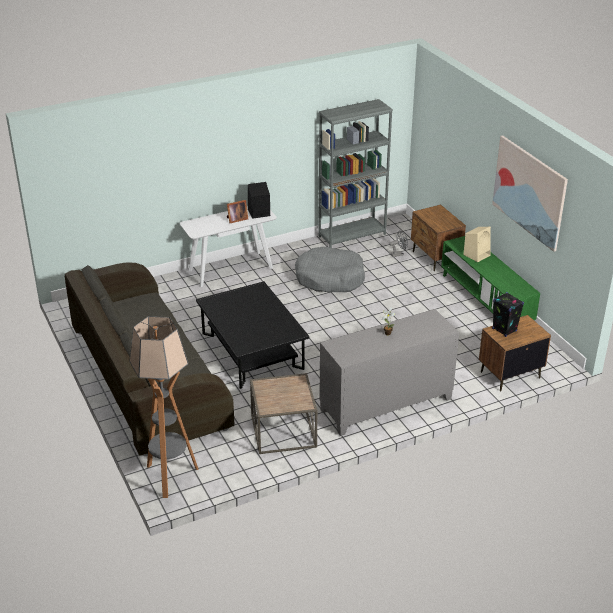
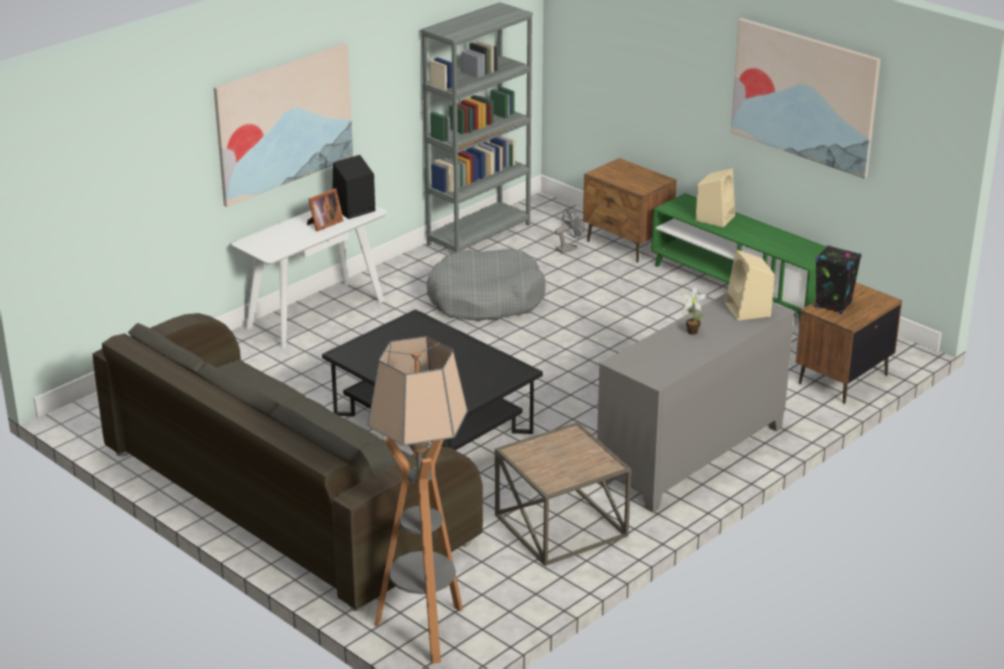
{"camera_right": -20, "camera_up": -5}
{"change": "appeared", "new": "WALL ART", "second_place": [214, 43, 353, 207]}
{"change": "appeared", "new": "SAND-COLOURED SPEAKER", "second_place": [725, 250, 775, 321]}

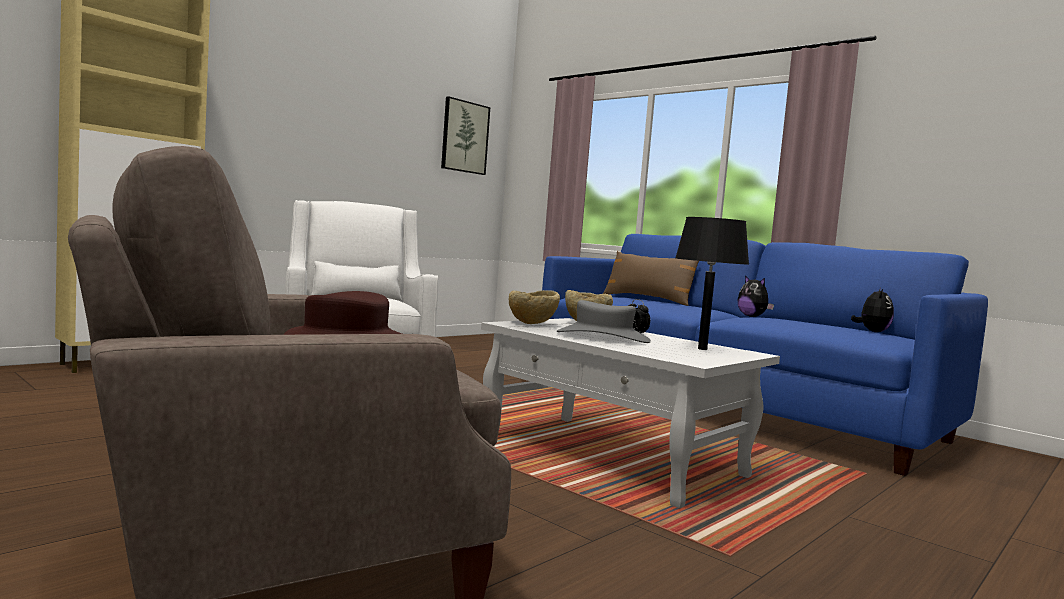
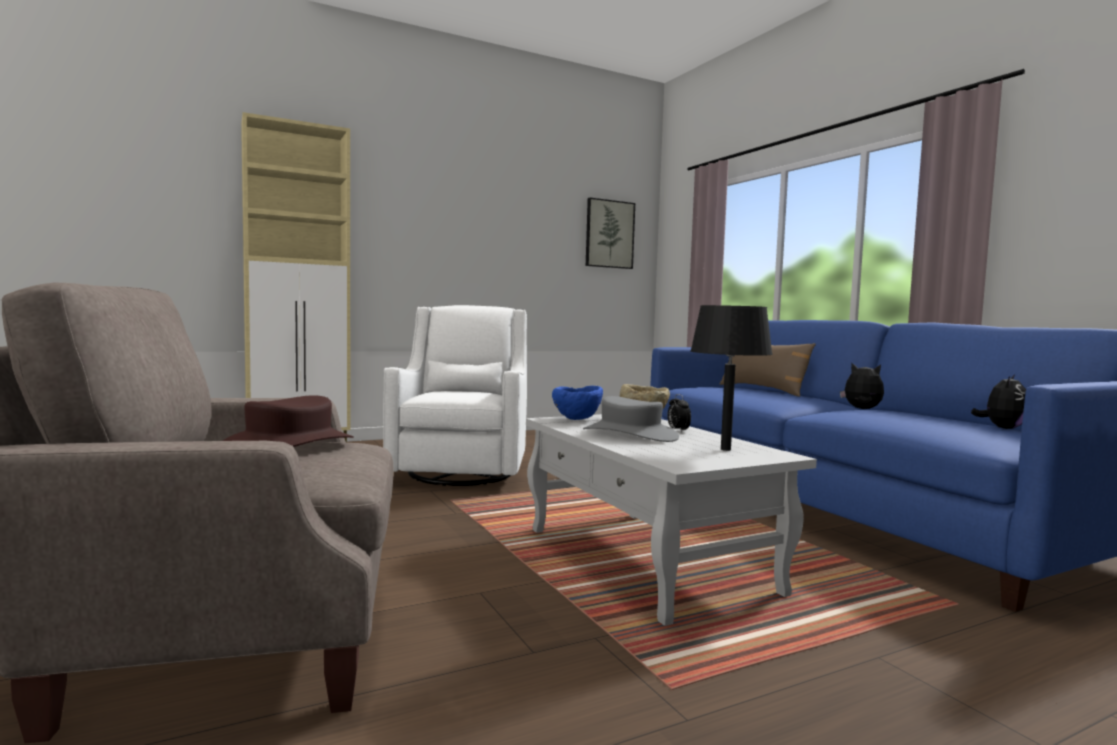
{"camera_right": 20, "camera_up": 0}
{"change": "spun", "old": "SOFT TOY", "first_place": [738, 275, 774, 317], "second_place": [840, 363, 884, 409], "degrees": 135}
{"change": "colour", "old": "SAND-COLOURED SERVING BOWL", "new": "BLUE SERVING BOWL", "first_place": [509, 290, 560, 324], "second_place": [552, 386, 603, 420]}

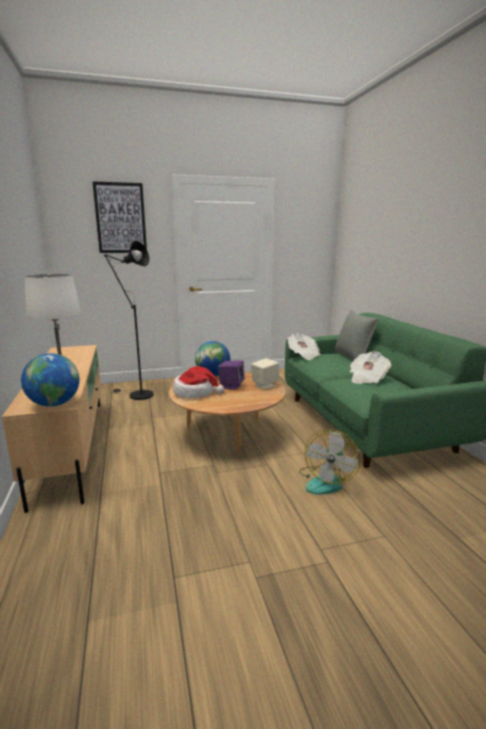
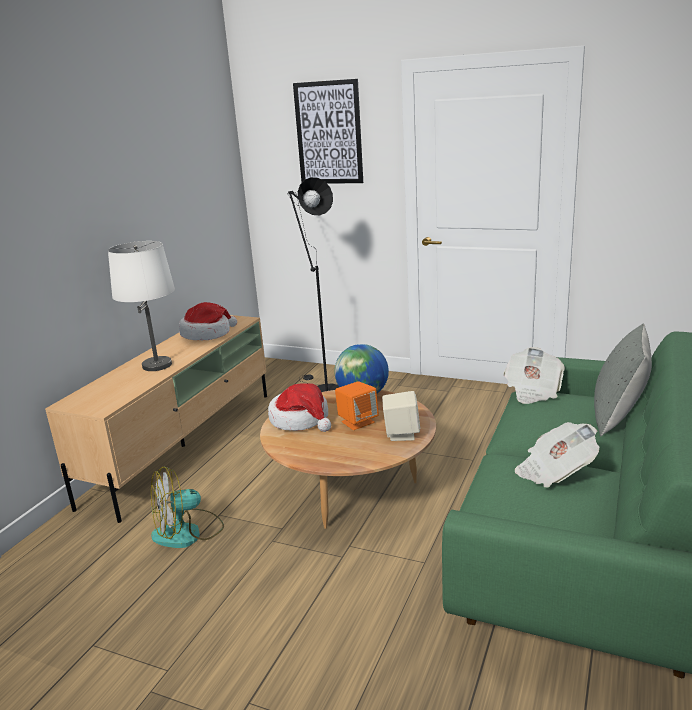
{"camera_right": 40, "camera_up": 5}
{"change": "missing", "old": "WORLD GLOBE", "first_place": [21, 353, 80, 407]}
{"change": "colour", "old": "PURPLE SPEAKER", "new": "ORANGEY SPEAKER", "first_place": [218, 361, 245, 390], "second_place": [335, 381, 379, 430]}
{"change": "relocated", "old": "ELECTRIC FAN", "first_place": [299, 429, 360, 495], "second_place": [151, 467, 224, 548]}
{"change": "appeared", "new": "WEARABLE HAT", "second_place": [179, 302, 237, 340]}

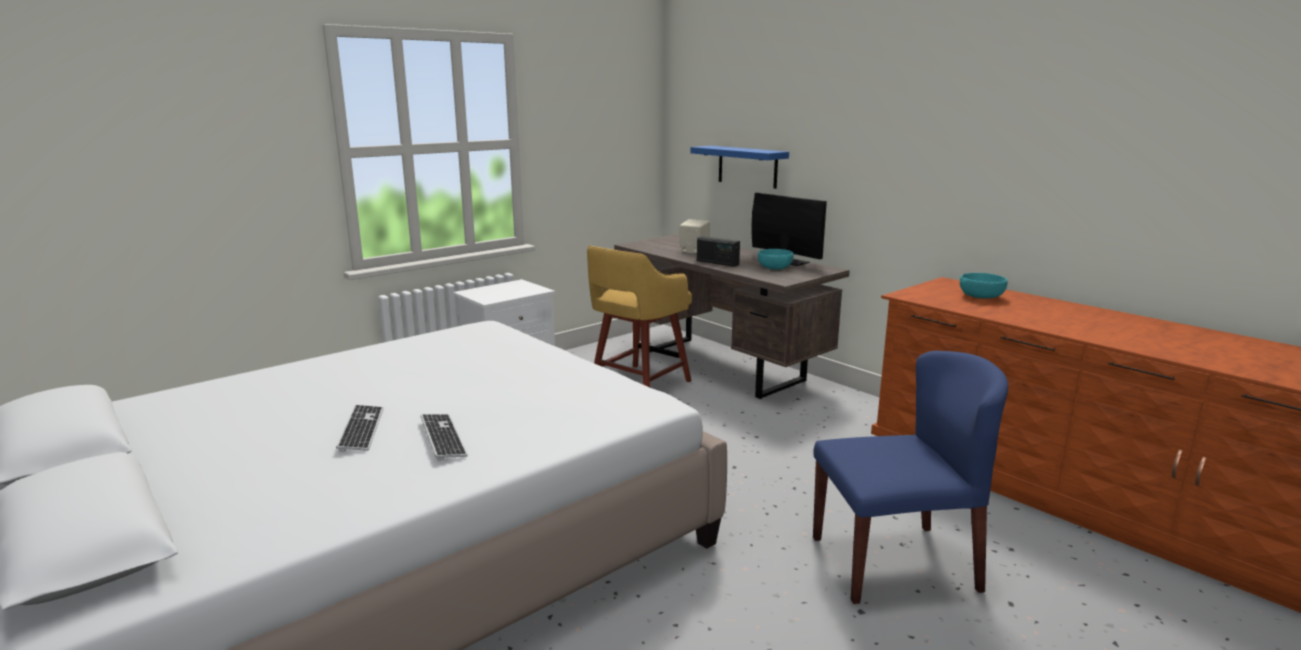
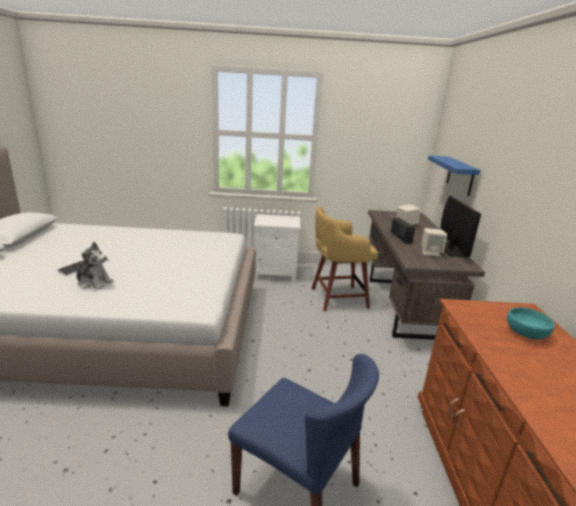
{"camera_right": 40, "camera_up": 5}
{"change": "exchanged", "old": "BLUE-GREEN SERVING BOWL", "new": "SAND-COLOURED SPEAKER", "first_place": [758, 249, 794, 270], "second_place": [421, 228, 447, 257]}
{"change": "exchanged", "old": "KEYBOARD", "new": "SOFT TOY", "first_place": [420, 414, 468, 460], "second_place": [73, 242, 113, 289]}

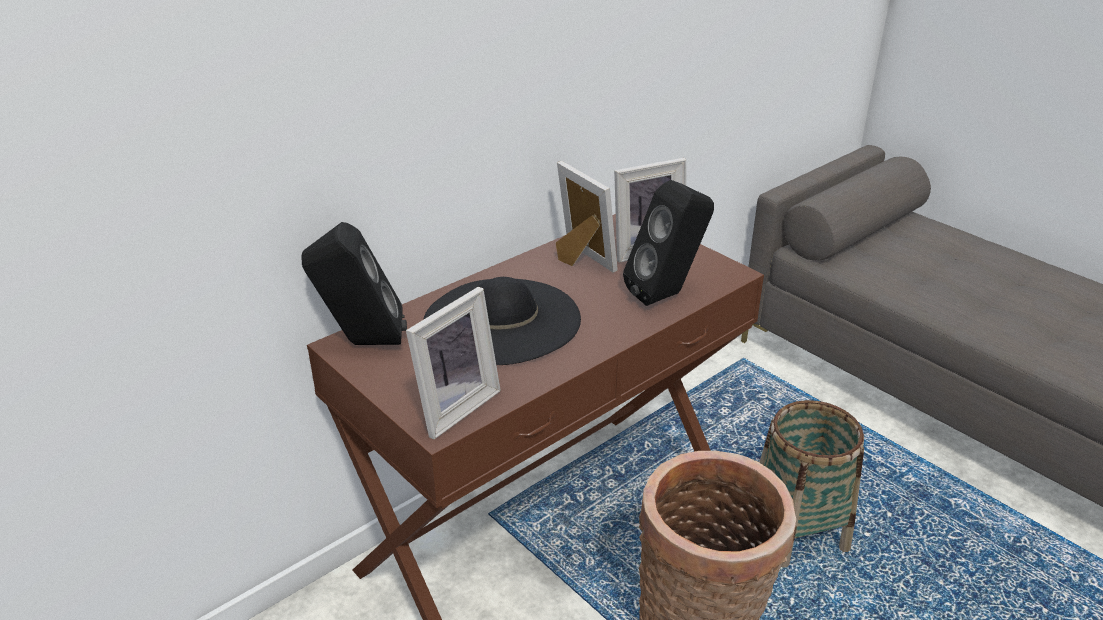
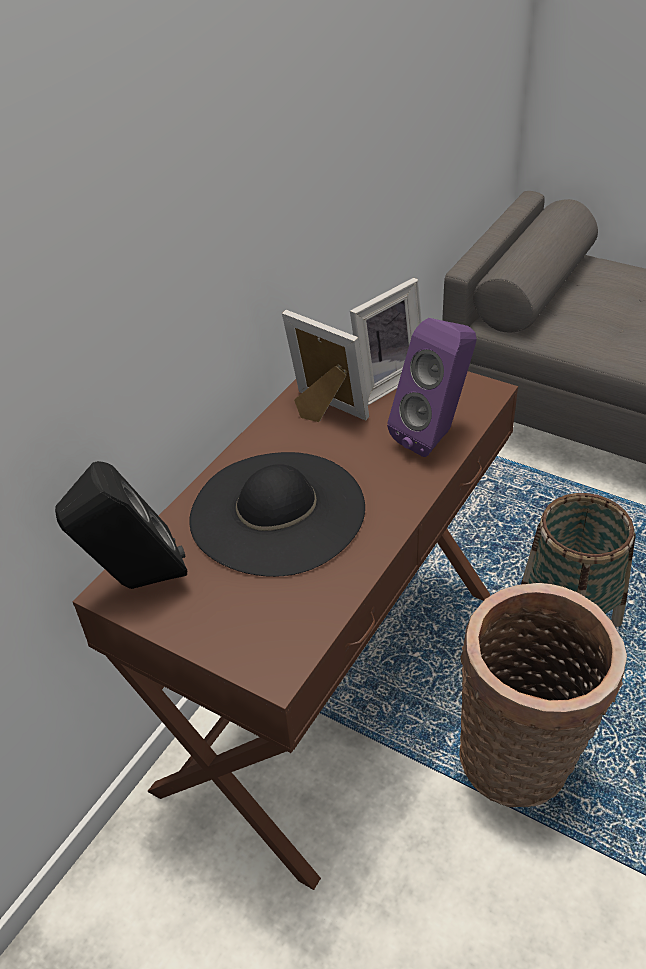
{"camera_right": -15, "camera_up": 10}
{"change": "colour", "old": "BLACK SPEAKER", "new": "PURPLE SPEAKER", "first_place": [623, 180, 714, 306], "second_place": [387, 318, 477, 457]}
{"change": "missing", "old": "STANDING FRAME", "first_place": [406, 287, 501, 439]}

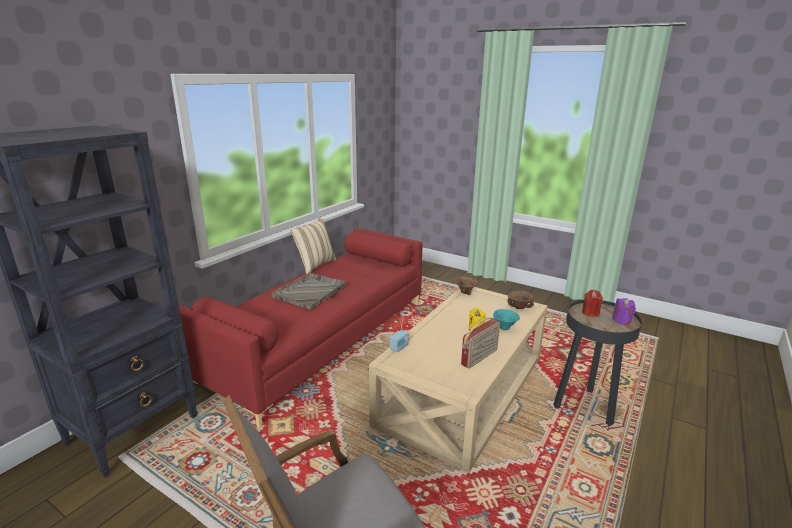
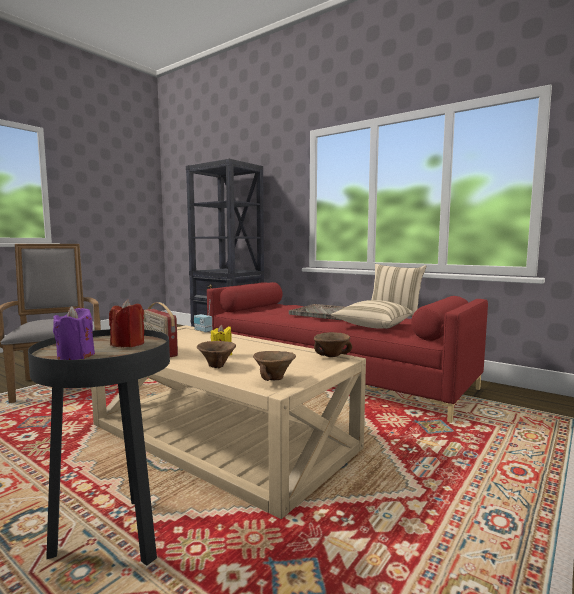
{"camera_right": 95, "camera_up": -15}
{"change": "colour", "old": "BLUE-GREEN SERVING BOWL", "new": "BROWNISH SERVING BOWL", "first_place": [493, 309, 520, 330], "second_place": [197, 341, 236, 368]}
{"change": "appeared", "new": "SAND-COLOURED CUSHION", "second_place": [331, 300, 413, 329]}

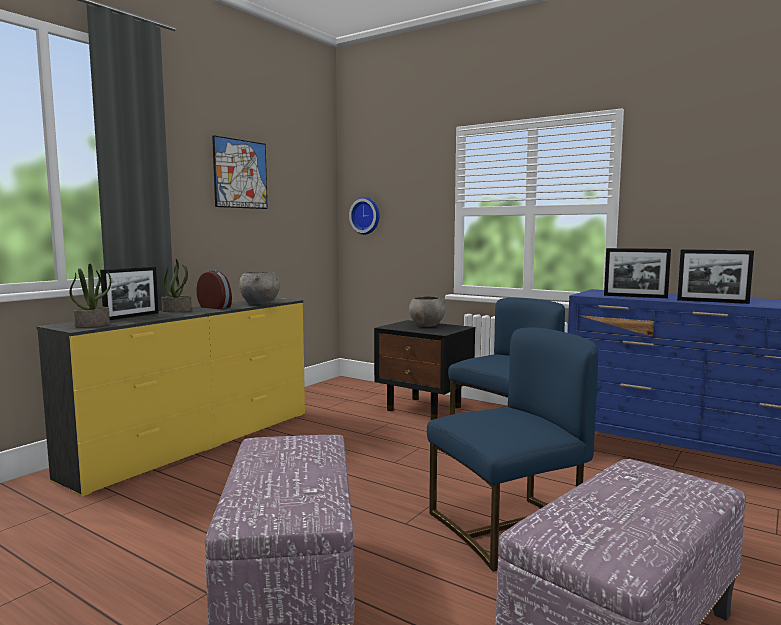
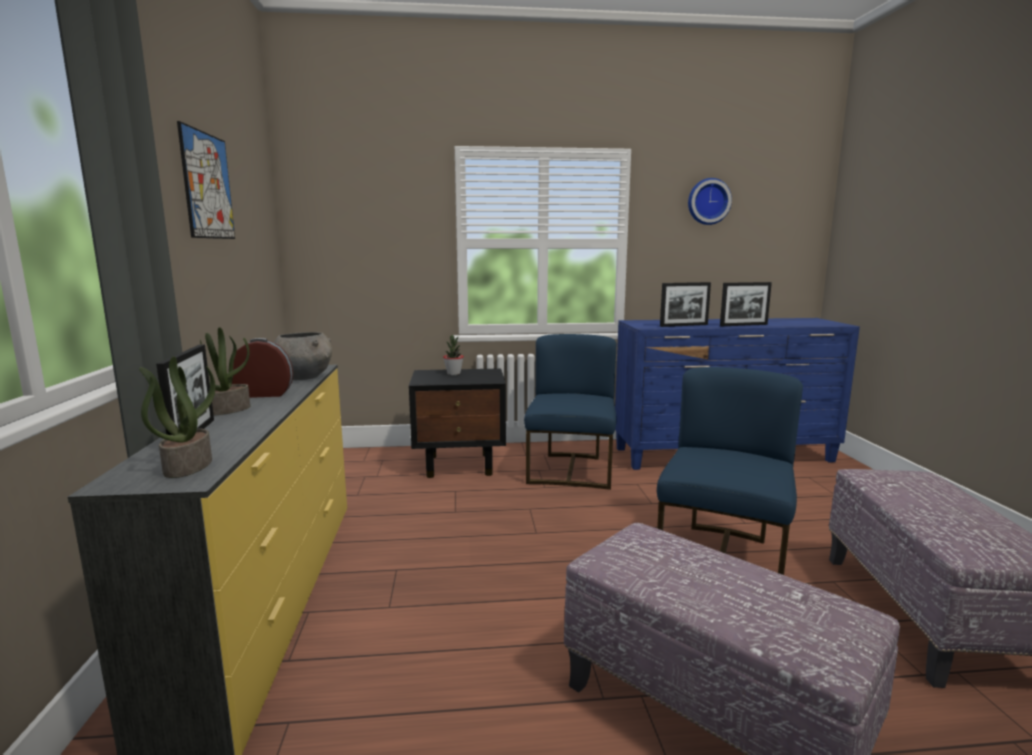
{"camera_right": -40, "camera_up": 5}
{"change": "relocated", "old": "CLOCK ON THE WALL", "first_place": [349, 197, 379, 235], "second_place": [688, 178, 732, 225]}
{"change": "exchanged", "old": "GRAY SERVING BOWL", "new": "POTTED PLANT", "first_place": [409, 296, 446, 327], "second_place": [443, 335, 464, 375]}

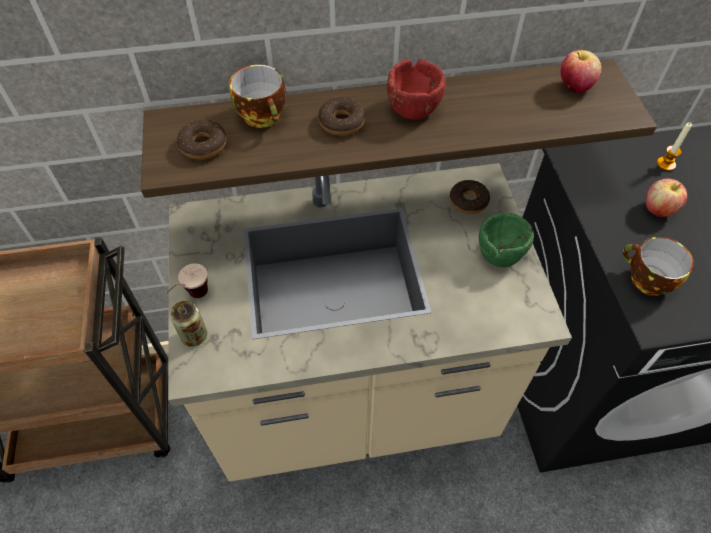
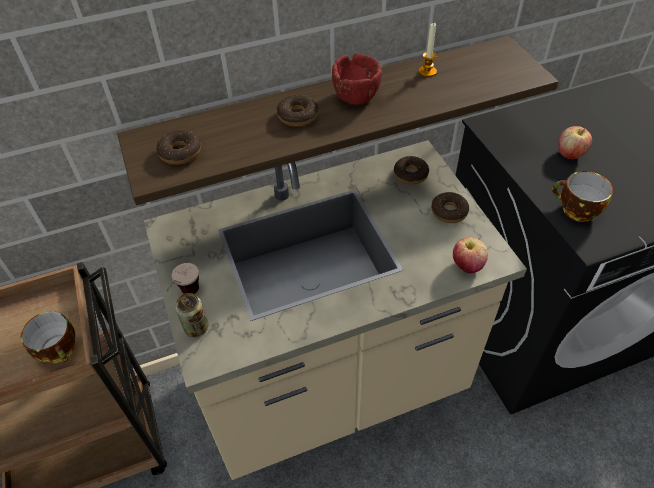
{"camera_right": -10, "camera_up": -5}
{"change": "relocated", "old": "APPLE FRUIT", "first_place": [560, 50, 601, 93], "second_place": [453, 237, 488, 273]}
{"change": "relocated", "old": "SMALL CUP", "first_place": [229, 65, 286, 128], "second_place": [21, 311, 75, 363]}
{"change": "relocated", "old": "CANDLE", "first_place": [657, 123, 692, 171], "second_place": [419, 22, 437, 77]}
{"change": "exchanged", "old": "GREENISH SERVING BOWL", "new": "DOUGHNUT", "first_place": [479, 213, 534, 267], "second_place": [431, 192, 469, 223]}

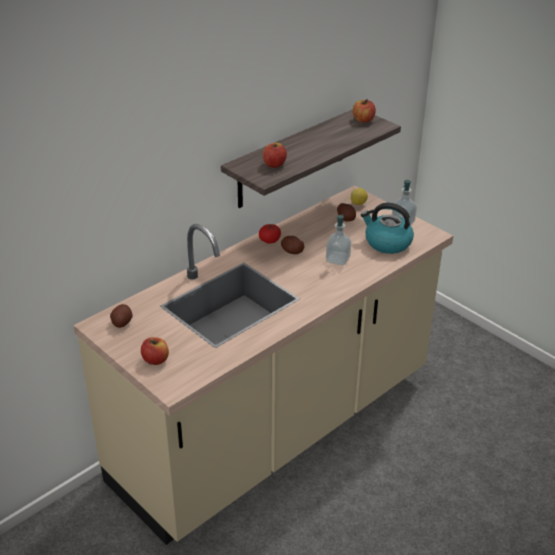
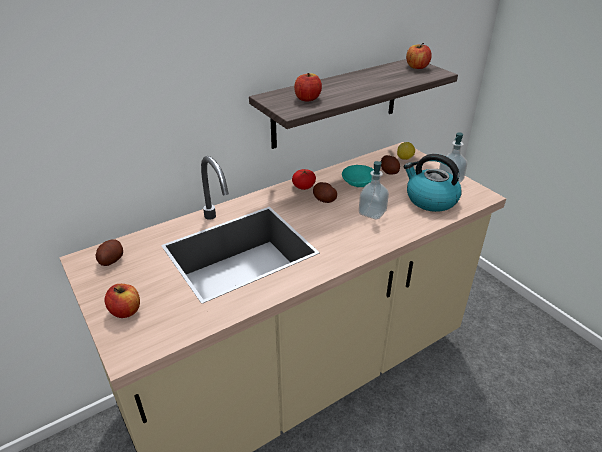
{"camera_right": 10, "camera_up": 0}
{"change": "appeared", "new": "BLUE-GREEN SERVING BOWL", "second_place": [342, 165, 374, 187]}

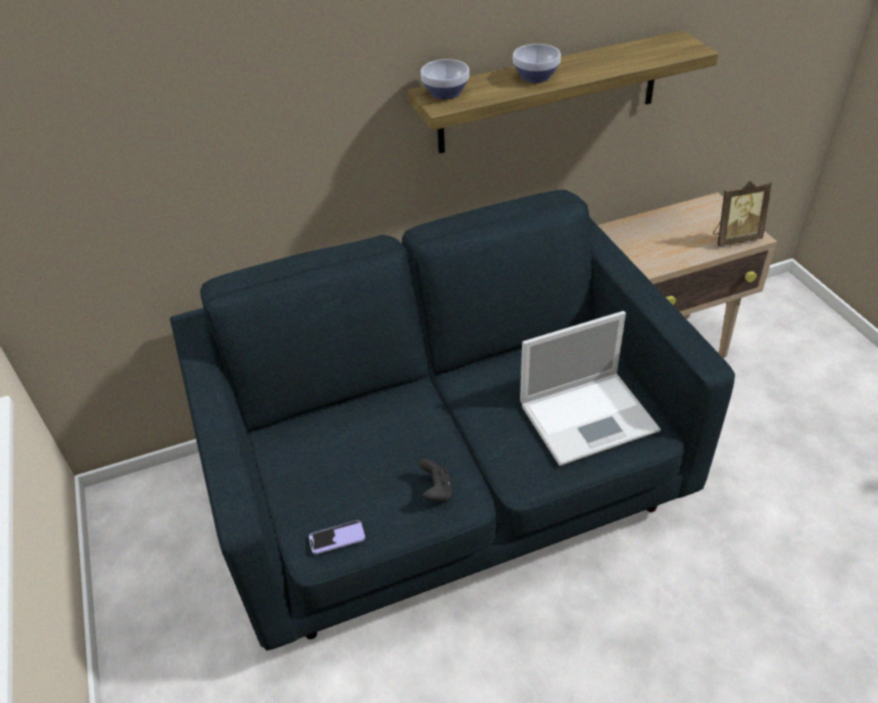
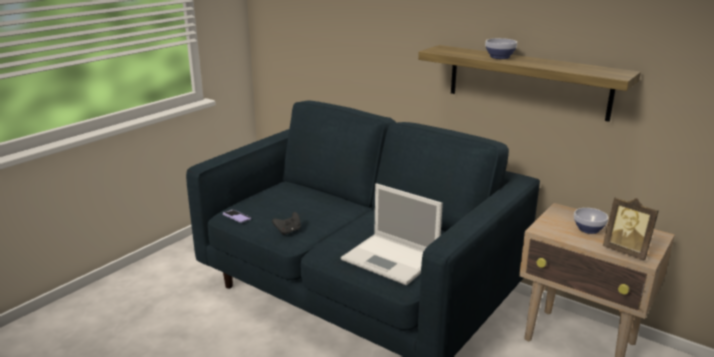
{"camera_right": 55, "camera_up": -20}
{"change": "relocated", "old": "SERVING BOWL", "first_place": [421, 59, 469, 100], "second_place": [574, 208, 608, 234]}

